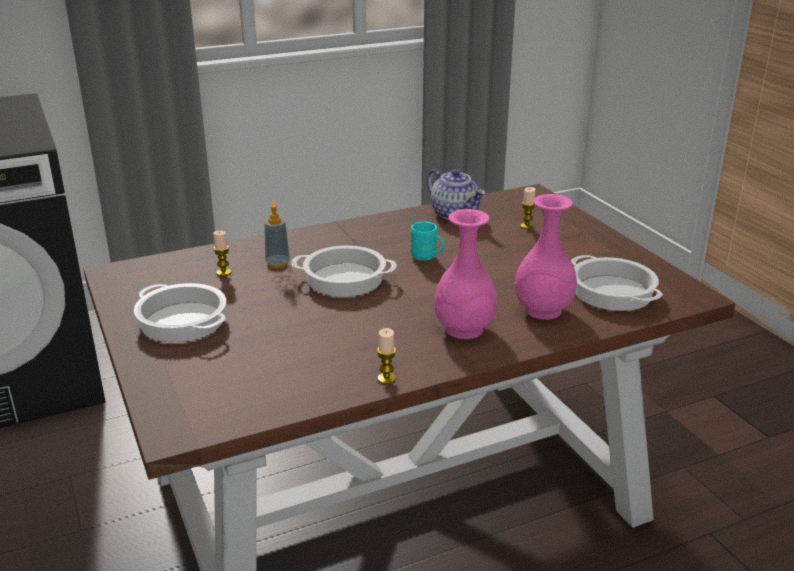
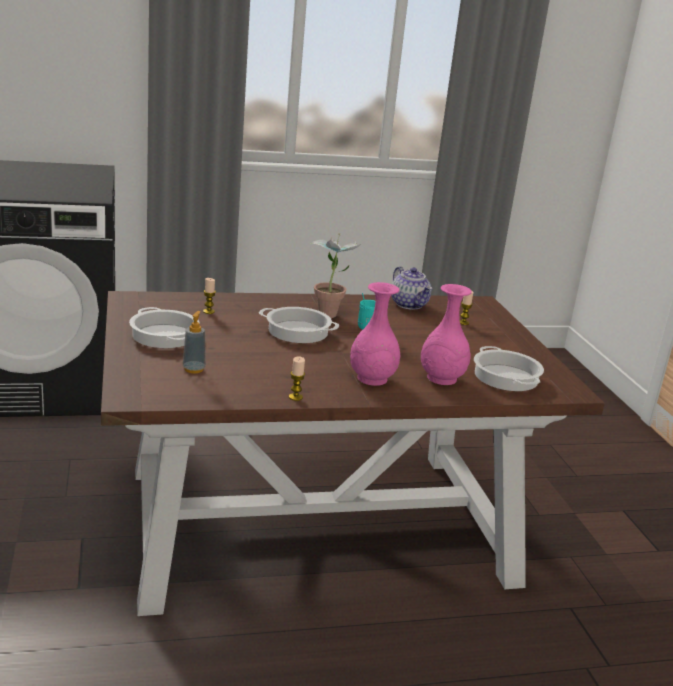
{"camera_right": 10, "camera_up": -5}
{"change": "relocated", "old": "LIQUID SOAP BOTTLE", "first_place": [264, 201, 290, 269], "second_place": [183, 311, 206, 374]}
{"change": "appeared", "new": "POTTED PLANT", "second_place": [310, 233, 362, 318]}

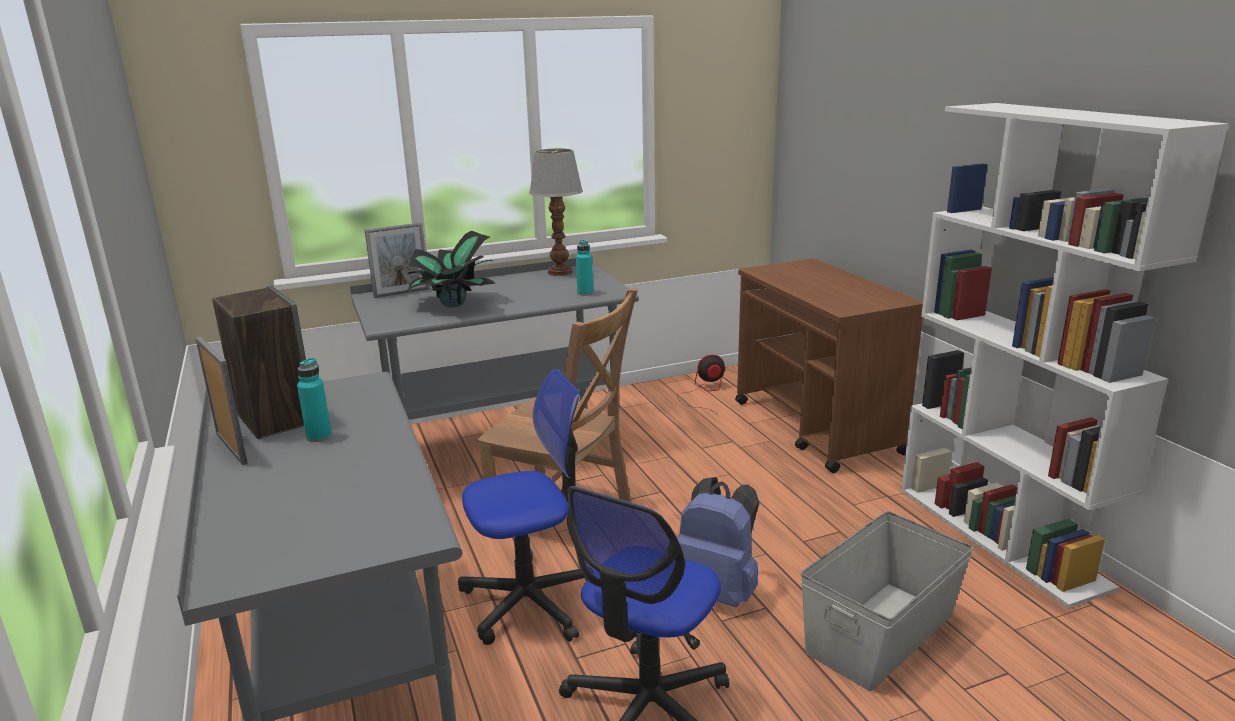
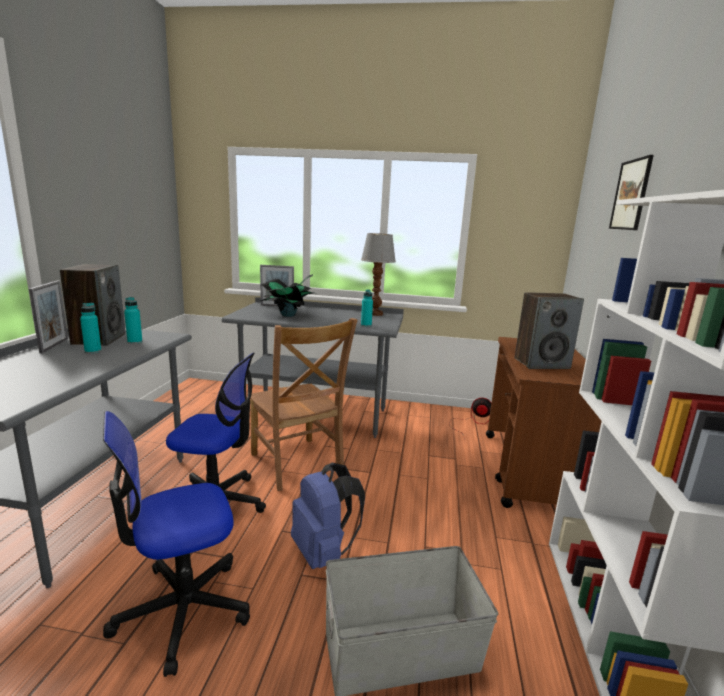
{"camera_right": 30, "camera_up": -5}
{"change": "appeared", "new": "WALL ART", "second_place": [609, 155, 654, 230]}
{"change": "appeared", "new": "SPEAKER", "second_place": [515, 292, 584, 369]}
{"change": "appeared", "new": "BLUE-GREEN DRINK BOTTLE", "second_place": [124, 297, 143, 344]}

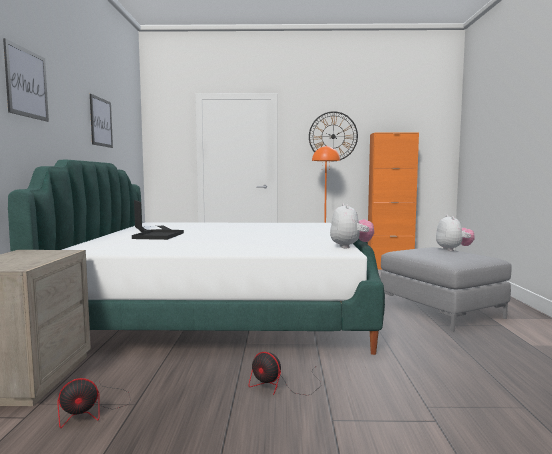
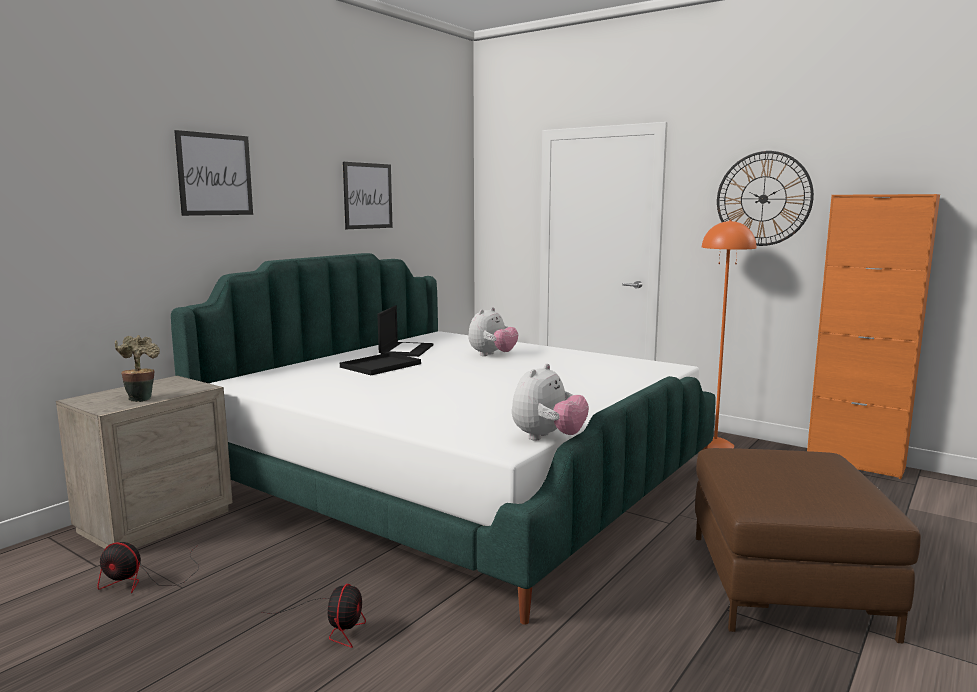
{"camera_right": 35, "camera_up": 5}
{"change": "relocated", "old": "SOFT TOY", "first_place": [436, 215, 475, 251], "second_place": [468, 307, 518, 356]}
{"change": "colour", "old": "GRAY POUFFE", "new": "BROWNISH POUFFE", "first_place": [380, 247, 511, 332], "second_place": [695, 448, 921, 644]}
{"change": "spun", "old": "ELECTRIC FAN", "first_place": [249, 352, 321, 395], "second_place": [261, 584, 366, 648], "degrees": -150}
{"change": "appeared", "new": "POTTED PLANT", "second_place": [115, 335, 160, 402]}

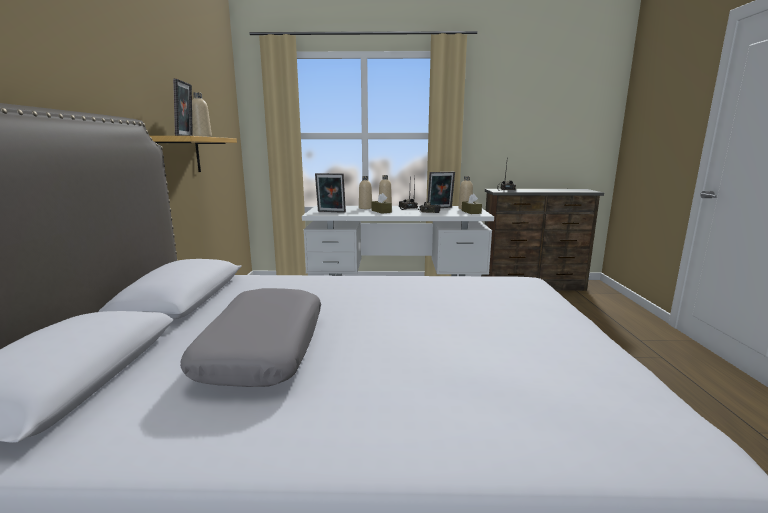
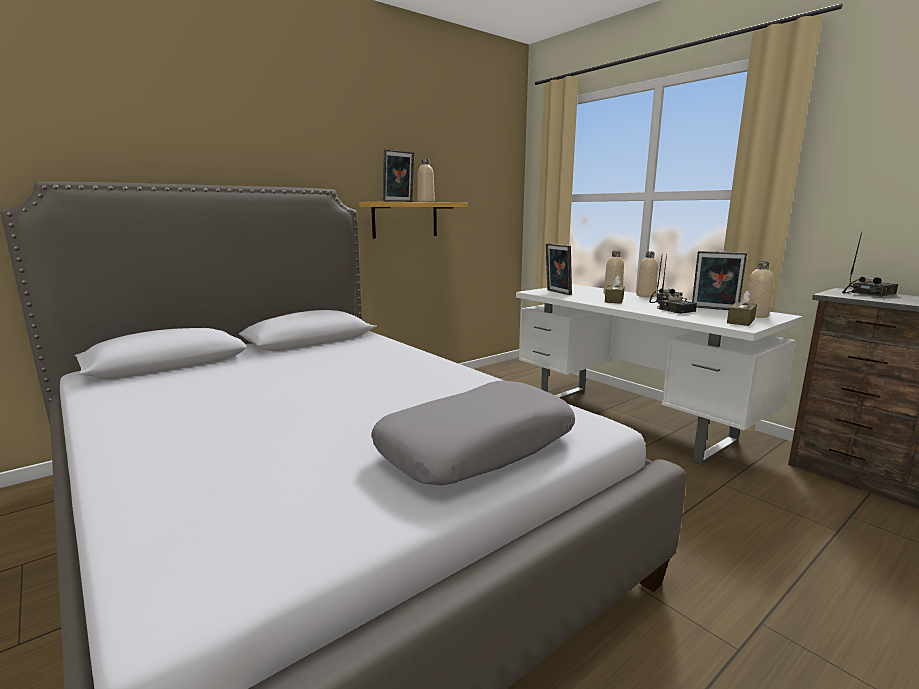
{"camera_right": 50, "camera_up": 0}
{"change": "relocated", "old": "GRAY CUSHION", "first_place": [180, 288, 321, 387], "second_place": [371, 381, 575, 485]}

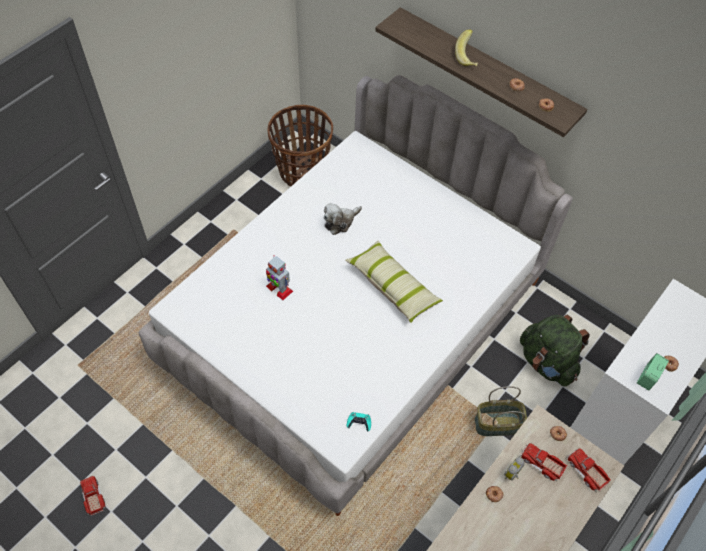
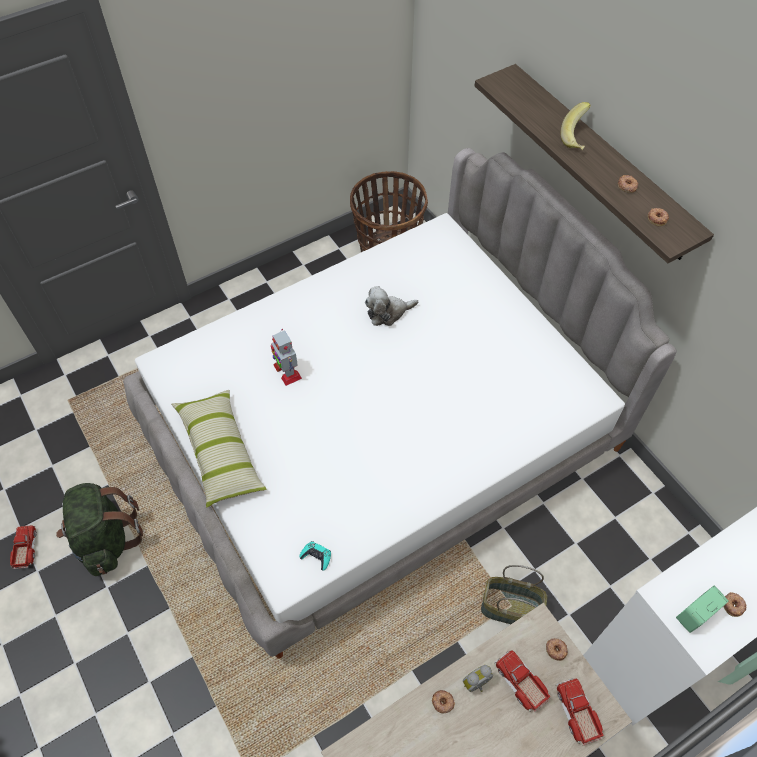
{"camera_right": 20, "camera_up": 0}
{"change": "relocated", "old": "CUSHION", "first_place": [345, 241, 443, 323], "second_place": [171, 390, 267, 508]}
{"change": "relocated", "old": "GREENISH BACKPACK", "first_place": [520, 314, 590, 386], "second_place": [56, 483, 143, 576]}

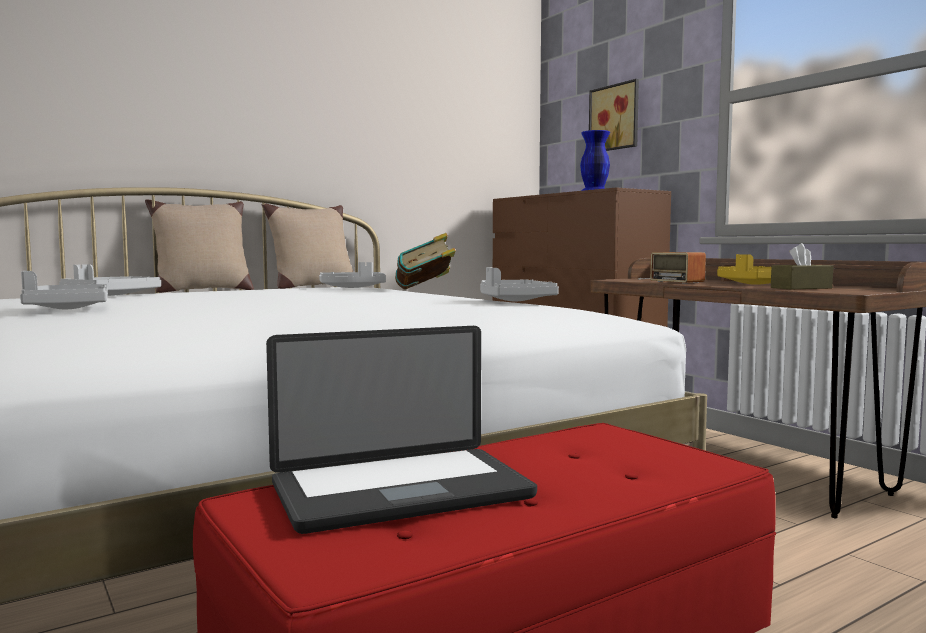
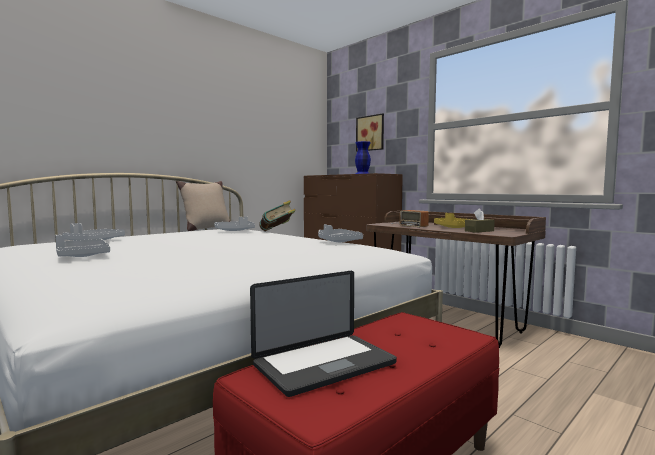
{"camera_right": -10, "camera_up": 0}
{"change": "missing", "old": "SAND-COLOURED CUSHION", "first_place": [145, 199, 254, 293]}

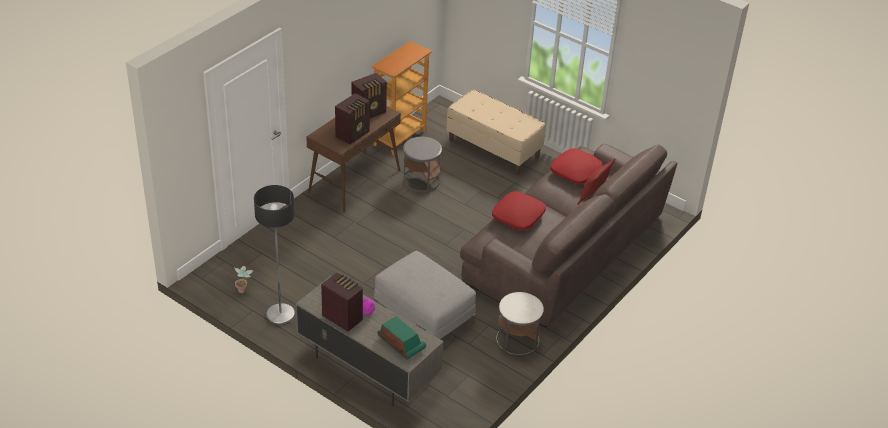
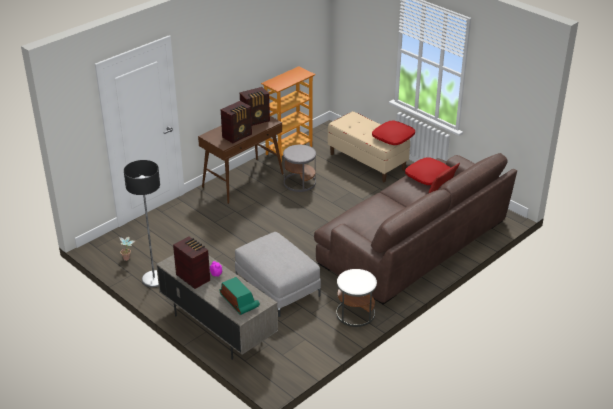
{"camera_right": 10, "camera_up": -5}
{"change": "relocated", "old": "RED-COLOURED CUSHION", "first_place": [492, 191, 546, 230], "second_place": [372, 121, 415, 145]}

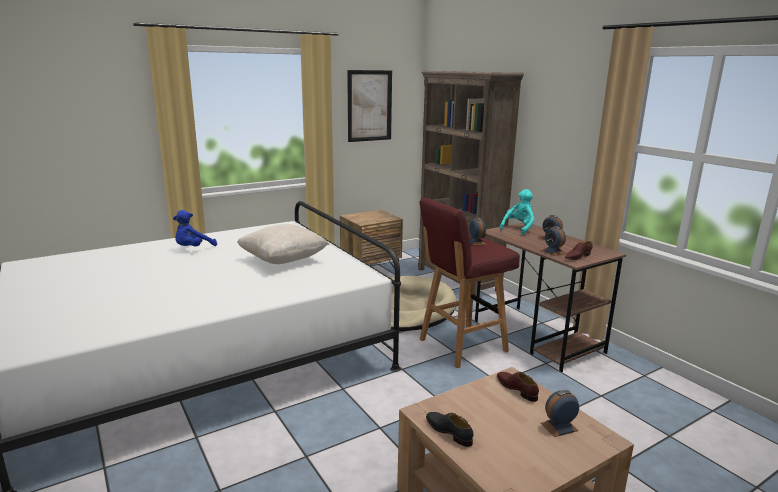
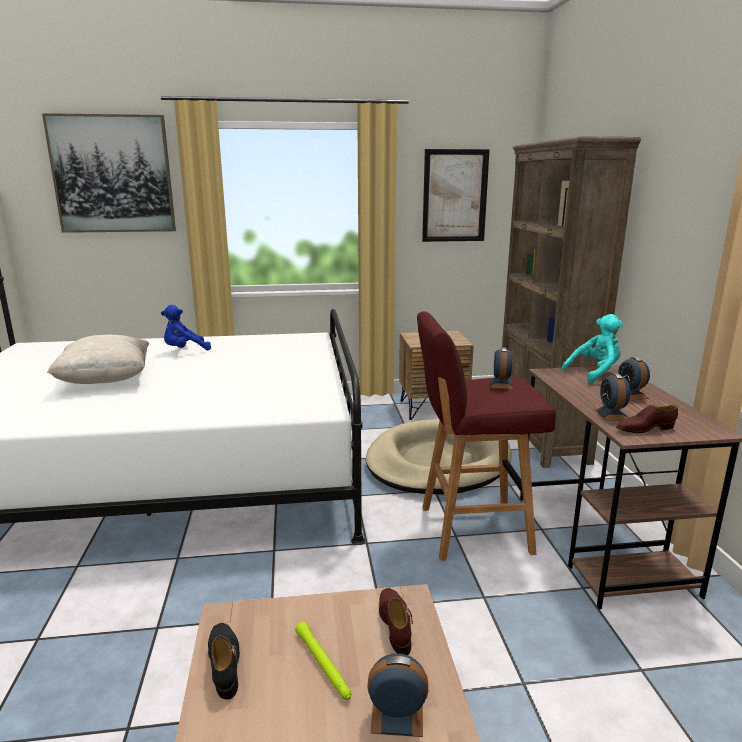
{"camera_right": 25, "camera_up": 0}
{"change": "relocated", "old": "SAND-COLOURED CUSHION", "first_place": [237, 224, 329, 264], "second_place": [47, 335, 149, 384]}
{"change": "appeared", "new": "WALL ART", "second_place": [42, 113, 176, 233]}
{"change": "appeared", "new": "GREENISH HAND TORCH", "second_place": [295, 622, 351, 700]}

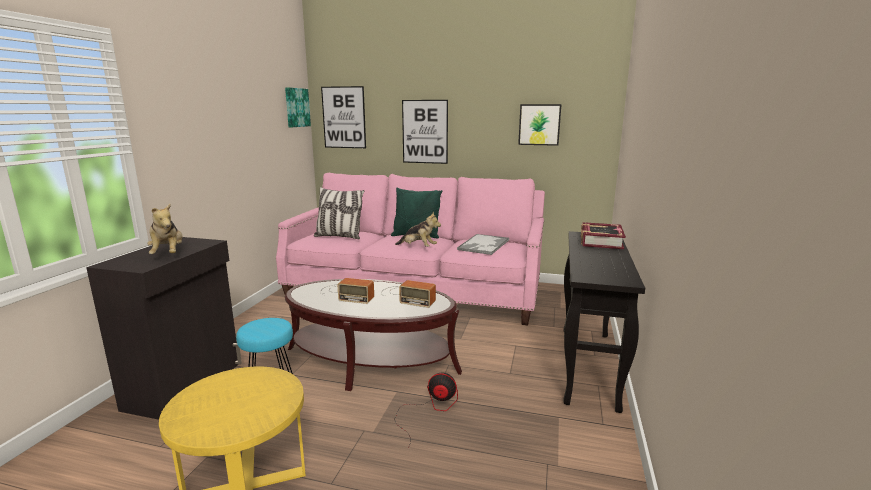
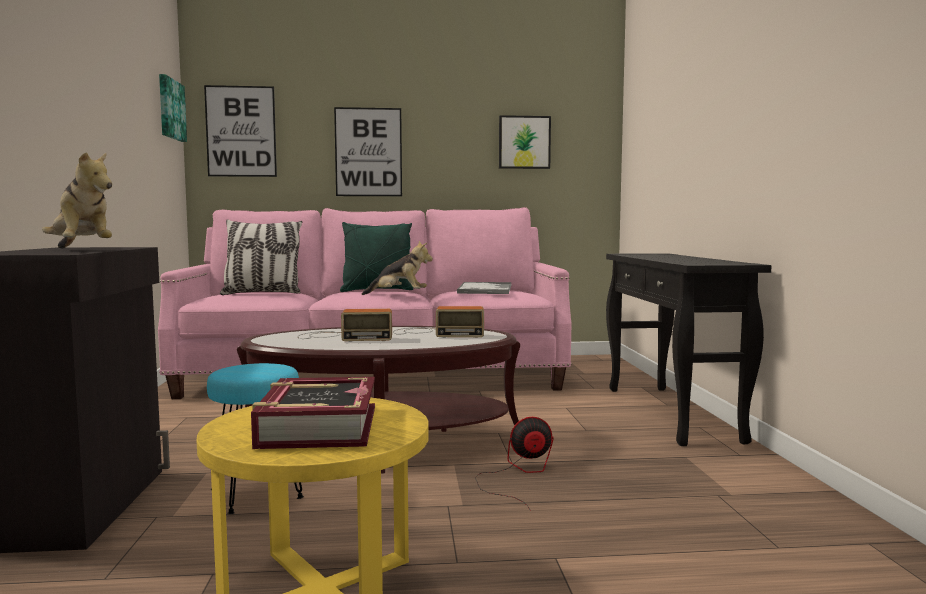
{"camera_right": -20, "camera_up": -10}
{"change": "relocated", "old": "VOLUME", "first_place": [581, 222, 626, 249], "second_place": [251, 377, 375, 449]}

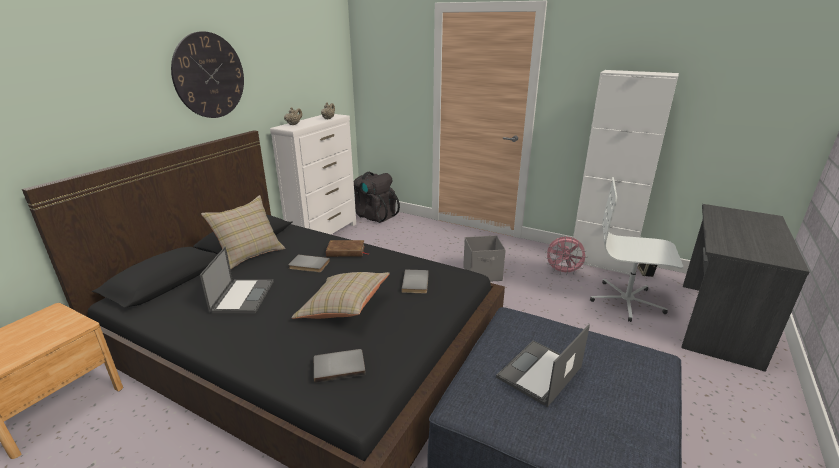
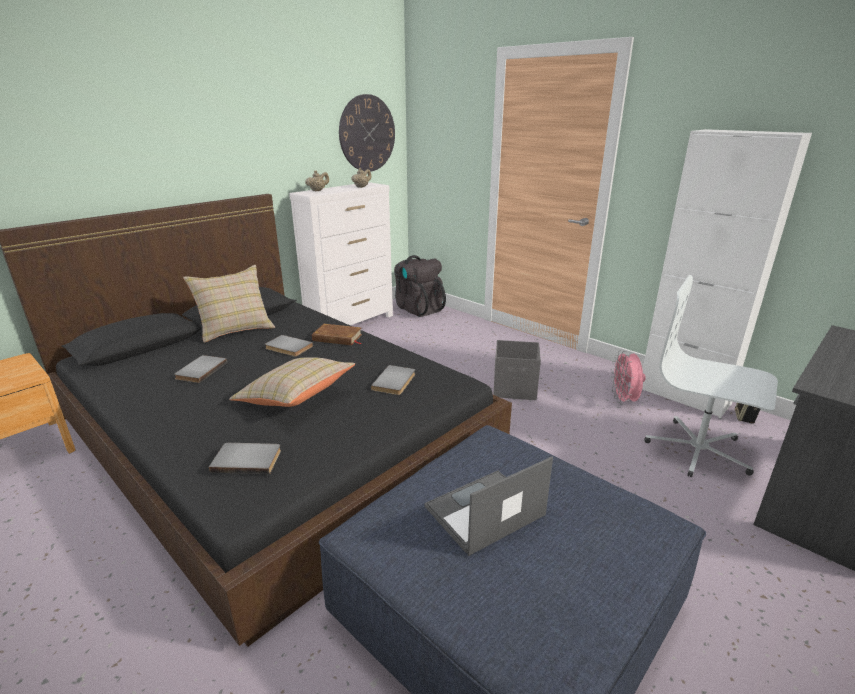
{"camera_right": 15, "camera_up": 0}
{"change": "relocated", "old": "CLOCK ON THE WALL", "first_place": [171, 31, 244, 118], "second_place": [339, 94, 395, 172]}
{"change": "spun", "old": "PINK-COLOURED ELECTRIC FAN", "first_place": [544, 237, 587, 275], "second_place": [610, 350, 646, 405], "degrees": 60}
{"change": "exchanged", "old": "LAPTOP", "new": "GRAY VOLUME", "first_place": [200, 246, 274, 313], "second_place": [174, 355, 227, 383]}

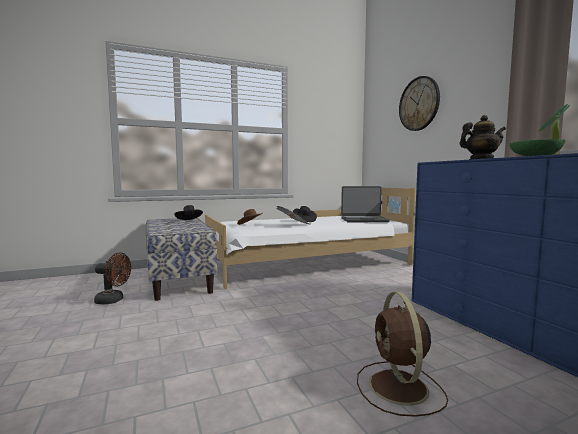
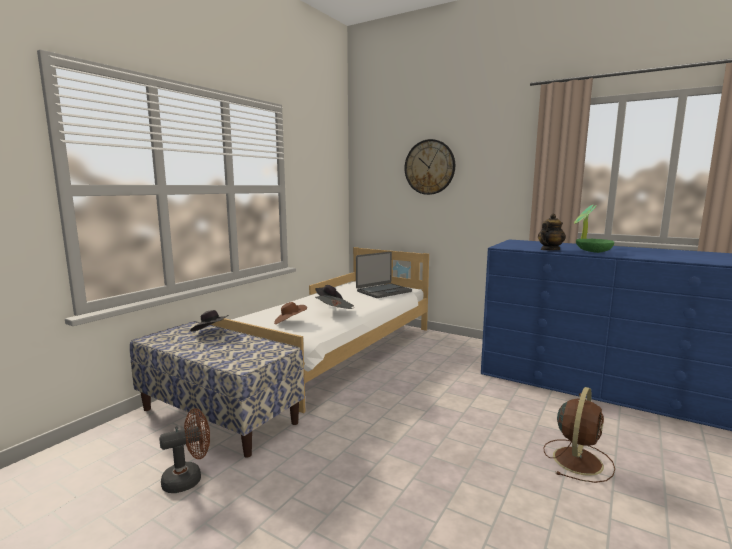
{"camera_right": -35, "camera_up": 5}
{"change": "spun", "old": "BROWNISH ELECTRIC FAN", "first_place": [357, 292, 448, 417], "second_place": [544, 387, 615, 483], "degrees": -105}

